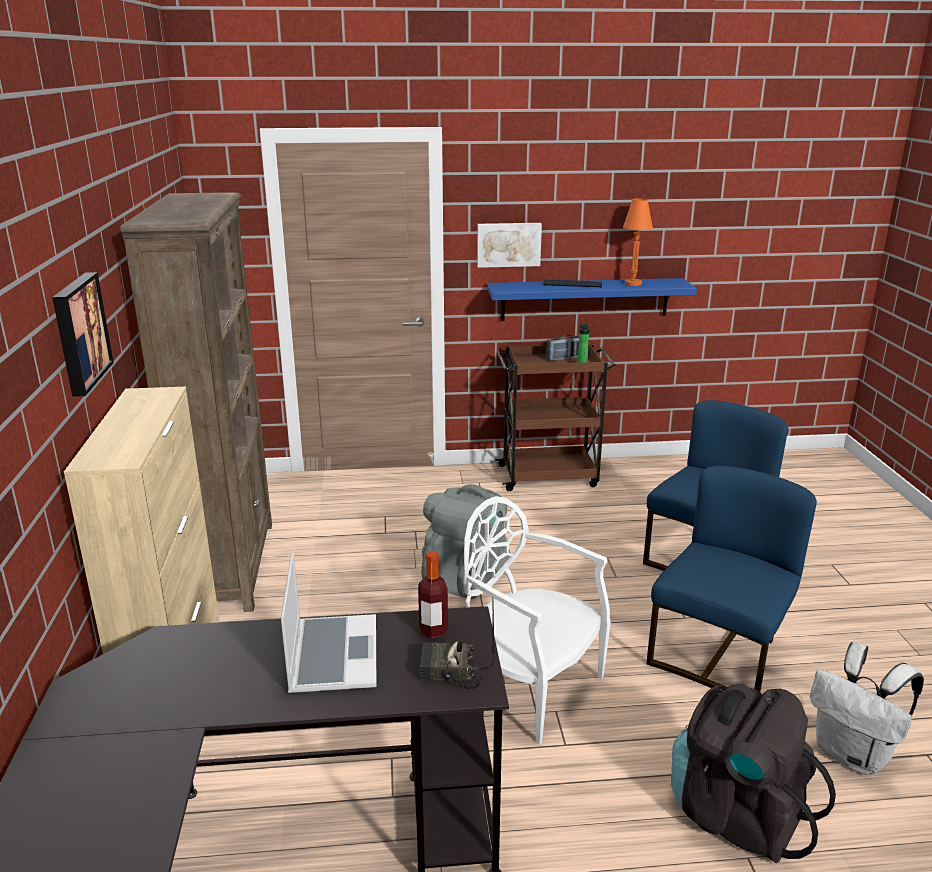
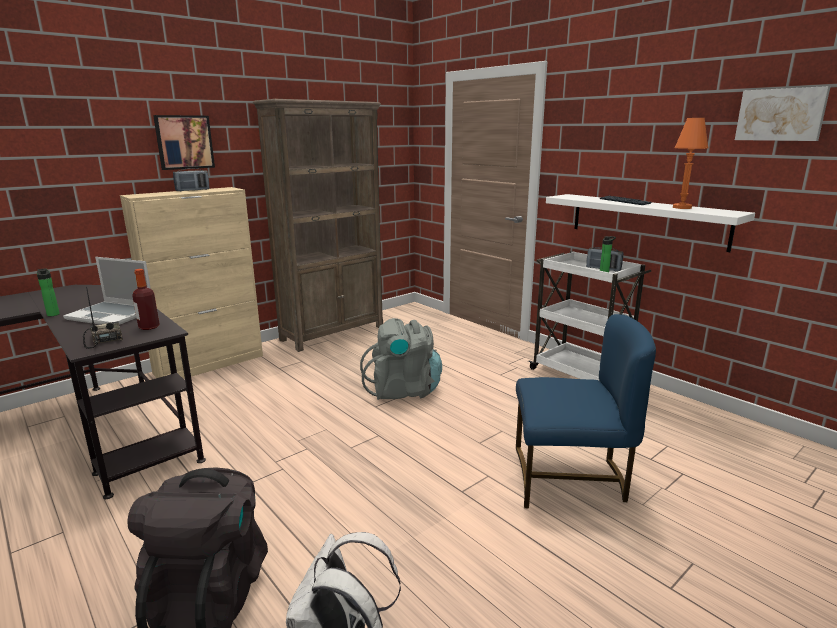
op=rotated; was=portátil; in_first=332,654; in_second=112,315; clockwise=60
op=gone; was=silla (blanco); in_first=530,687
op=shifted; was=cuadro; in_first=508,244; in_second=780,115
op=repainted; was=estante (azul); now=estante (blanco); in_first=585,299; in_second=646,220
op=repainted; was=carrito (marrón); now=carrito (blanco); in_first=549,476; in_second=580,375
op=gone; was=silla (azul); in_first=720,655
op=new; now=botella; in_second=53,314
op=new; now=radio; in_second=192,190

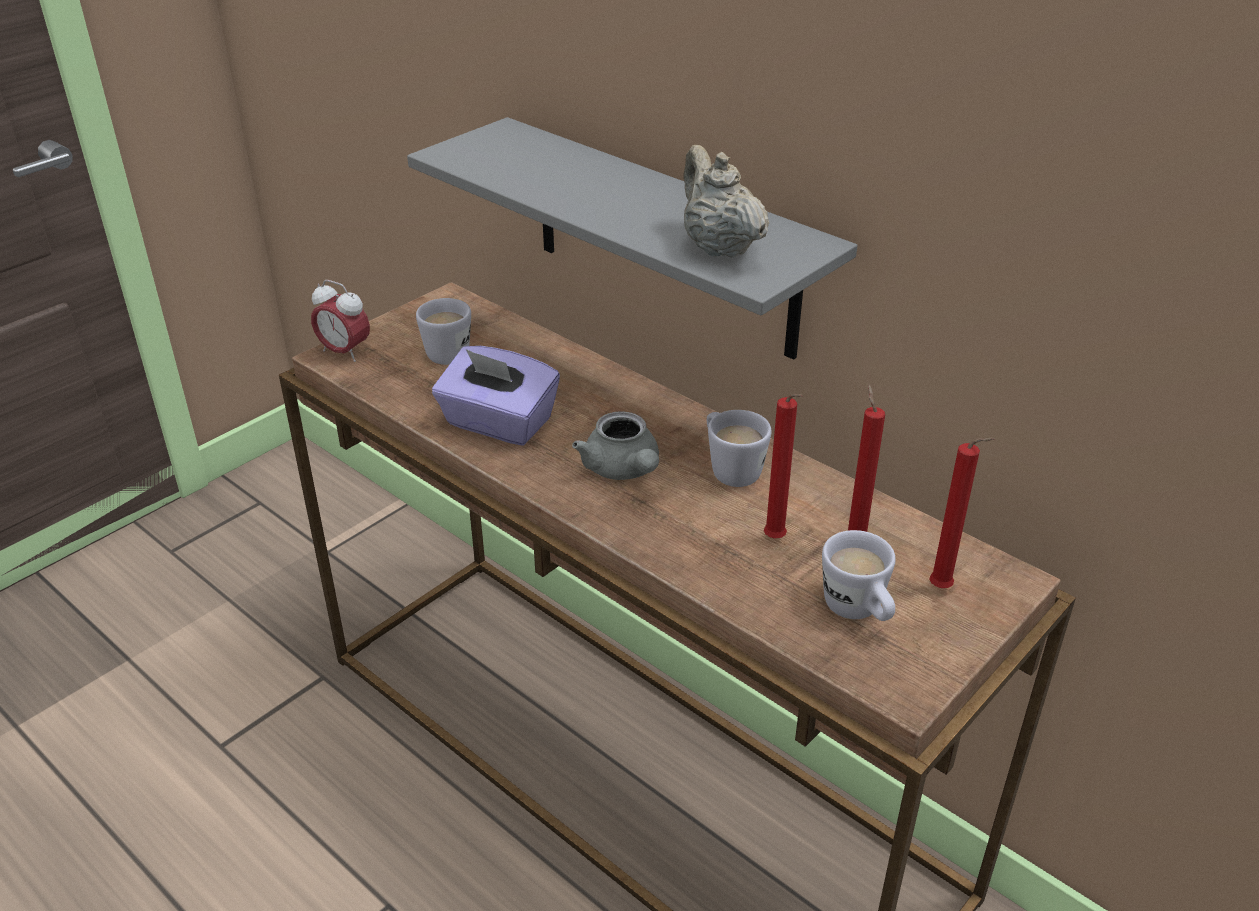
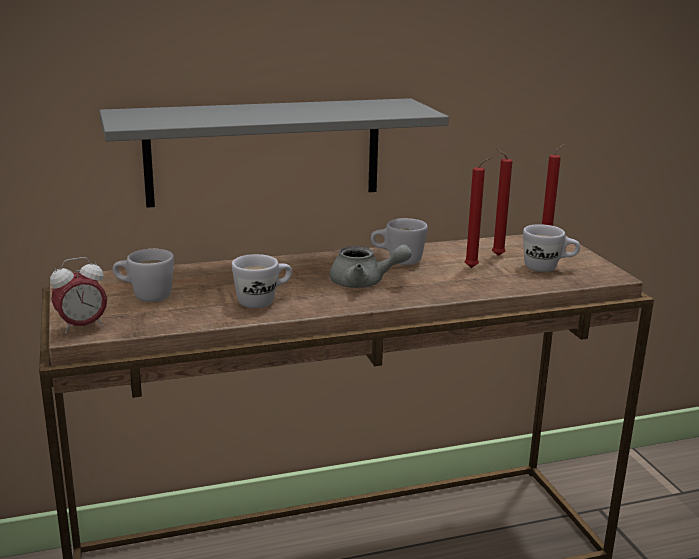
op=swapped; was=caja de pañuelos (morado); now=taza grande (blanco); in_first=498,423; in_second=263,301
op=gone; was=tetera (beis); in_first=718,247

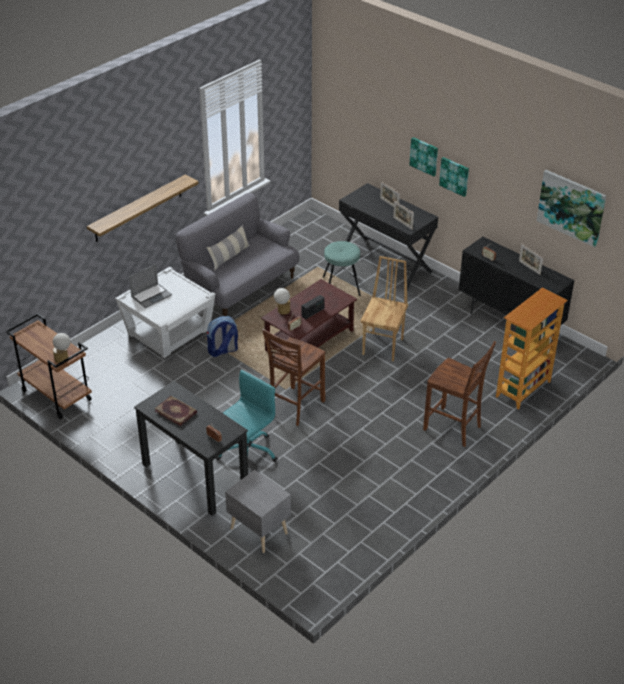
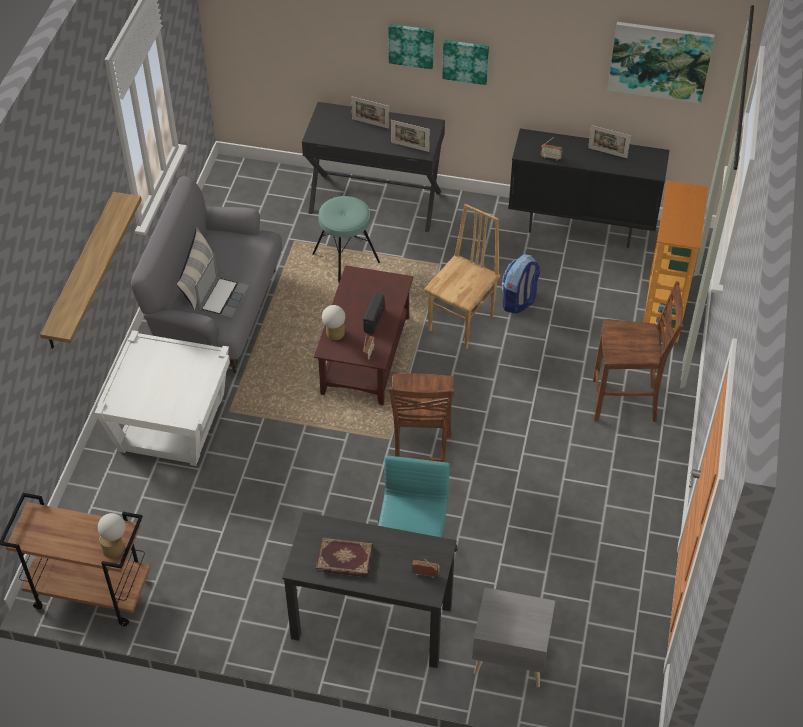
op=shifted; was=portátil; in_first=151,296; in_second=223,298
op=shifted; was=mochila; in_first=223,351; in_second=519,301
op=rotated; was=silla (marrón); in_first=383,346; in_second=462,324; clockwise=45

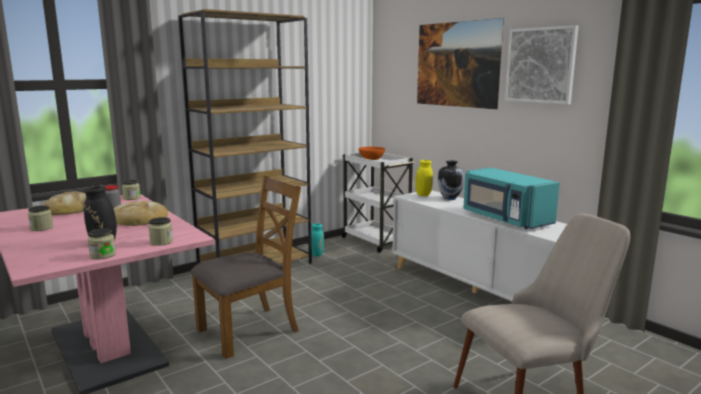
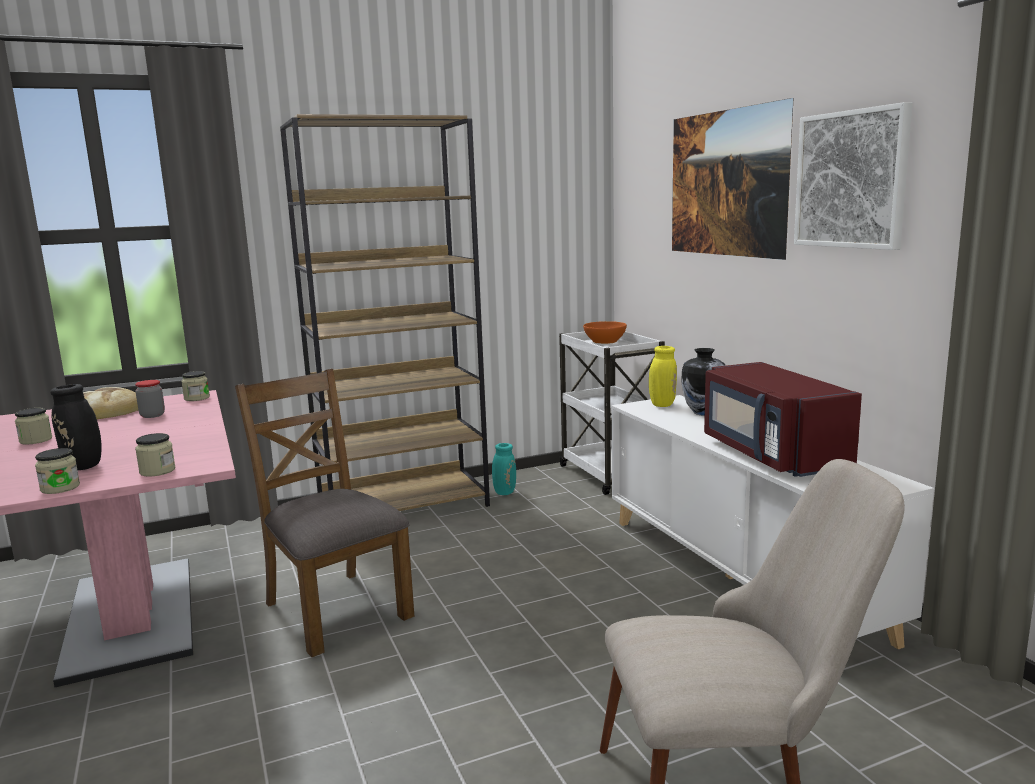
op=gone; was=pan; in_first=139,218
op=rotated; was=silla (marrón); in_first=249,330; in_second=335,609; clockwise=-105
op=repainted; was=microondas (turquesa); now=microondas (rojo); in_first=505,219; in_second=771,455

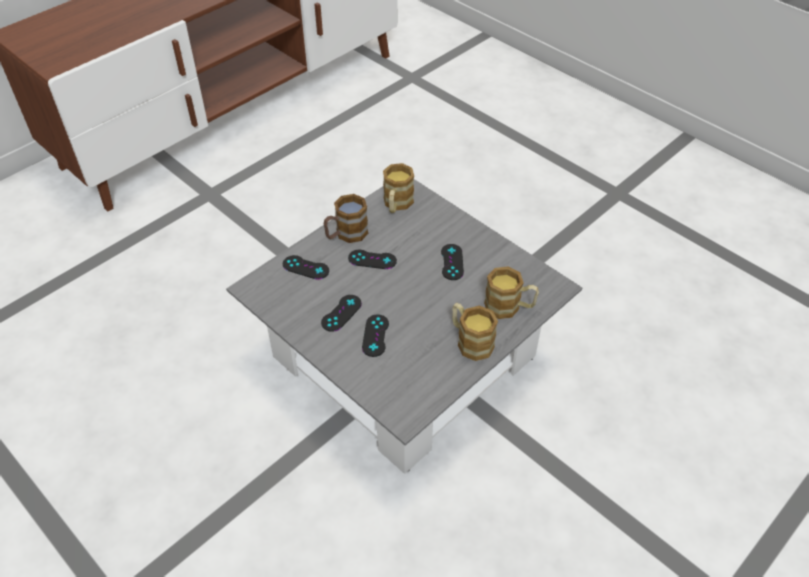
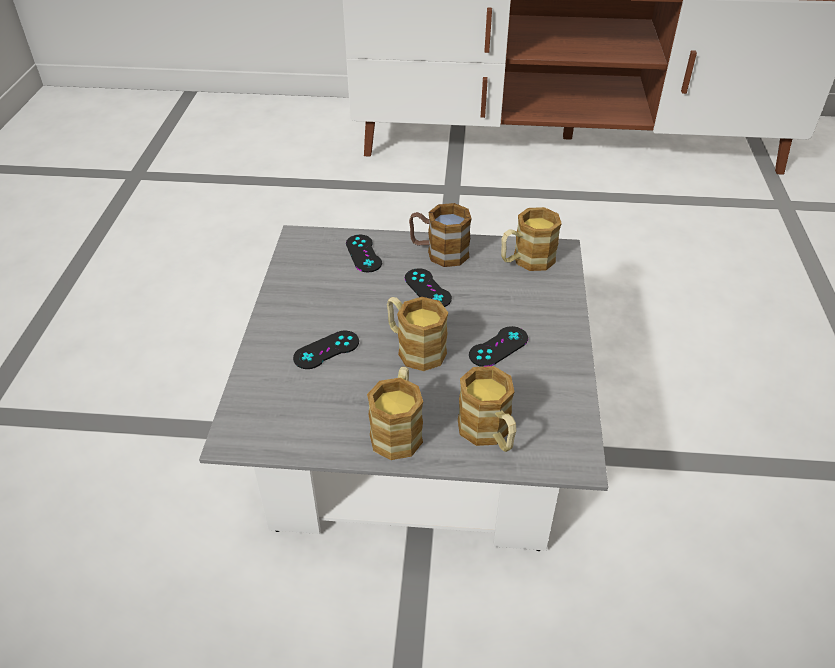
op=gone; was=mando de consola (negro); in_first=341,313
op=new; now=taza grande; in_second=414,348

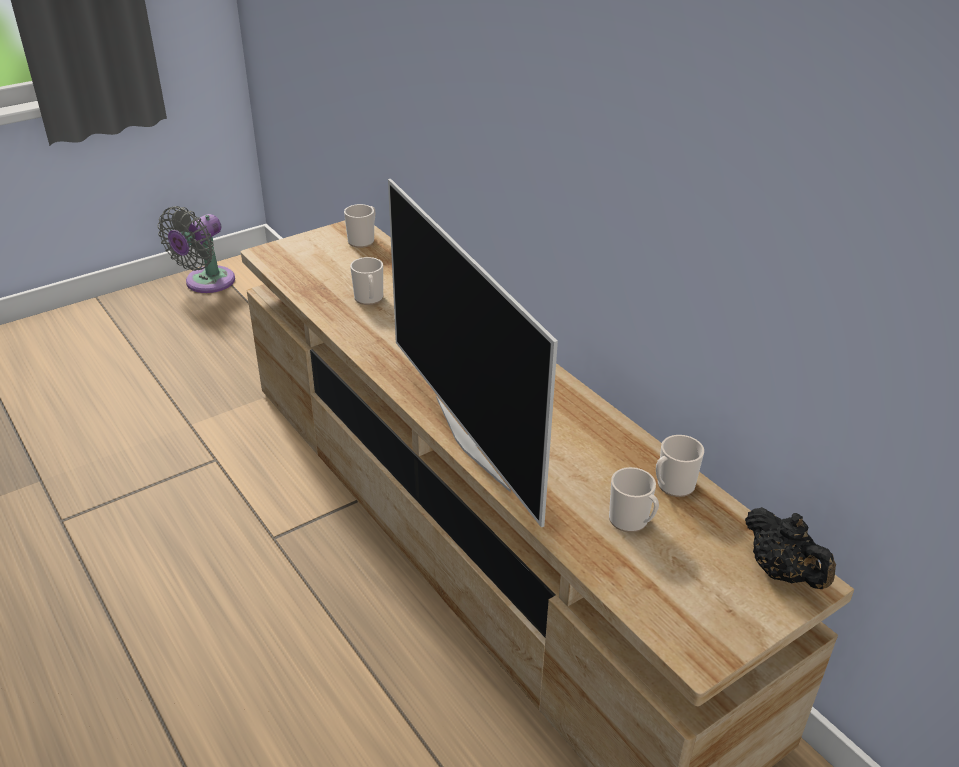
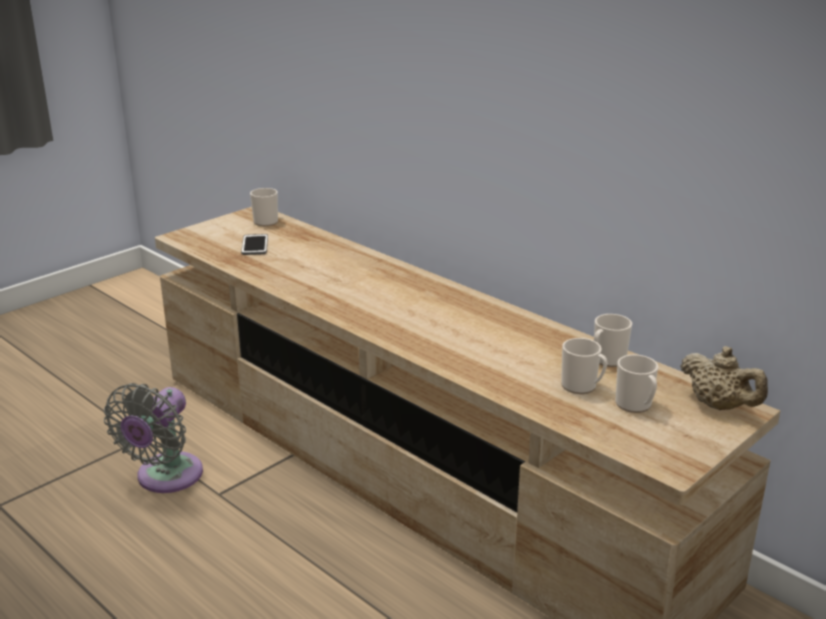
op=shifted; was=ventilador (gris); in_first=206,283; in_second=165,478
op=shifted; was=taza grande; in_first=369,299; in_second=636,405
op=gone; was=televisor; in_first=473,441
op=repainted; was=tetera (negro); now=tetera (beis); in_first=782,572; in_second=719,406
op=new; now=móvil; in_second=255,245

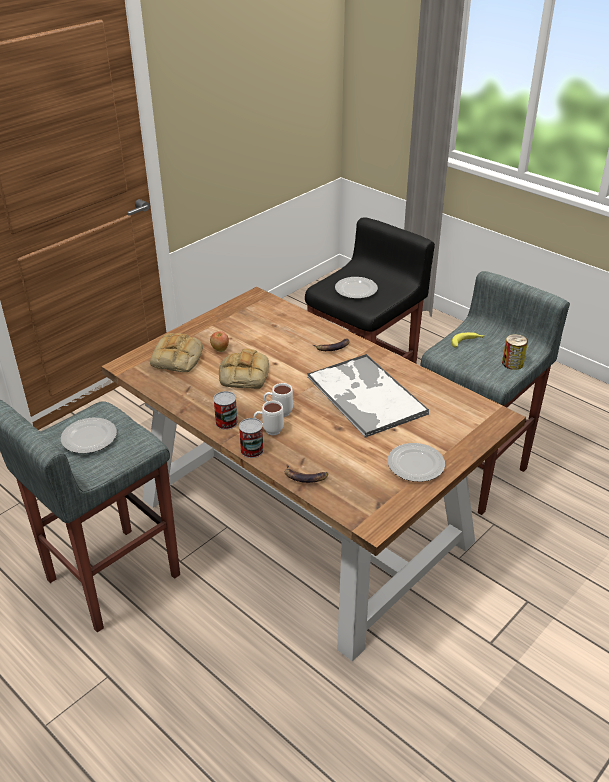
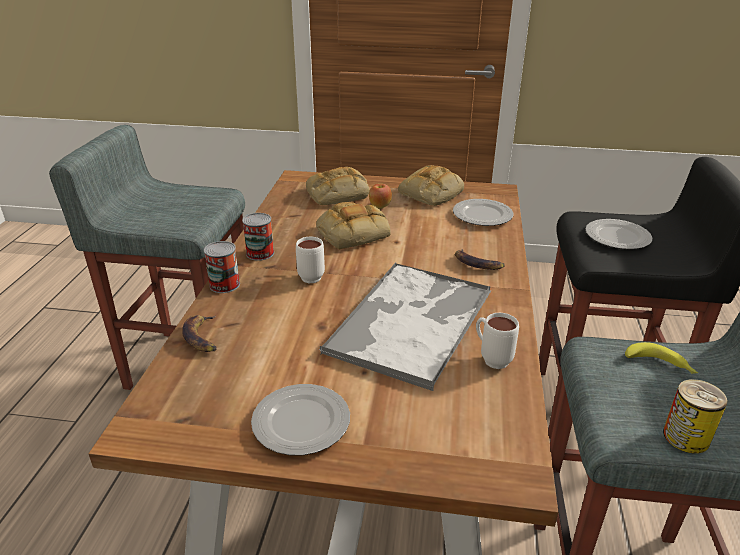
op=shifted; was=plato; in_first=89,437; in_second=483,215
op=shifted; was=taza grande (blanco); in_first=269,431; in_second=491,358
op=new; now=pan; in_second=431,193

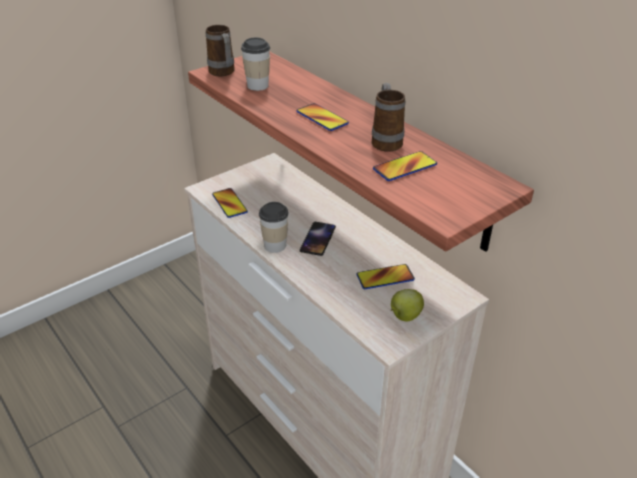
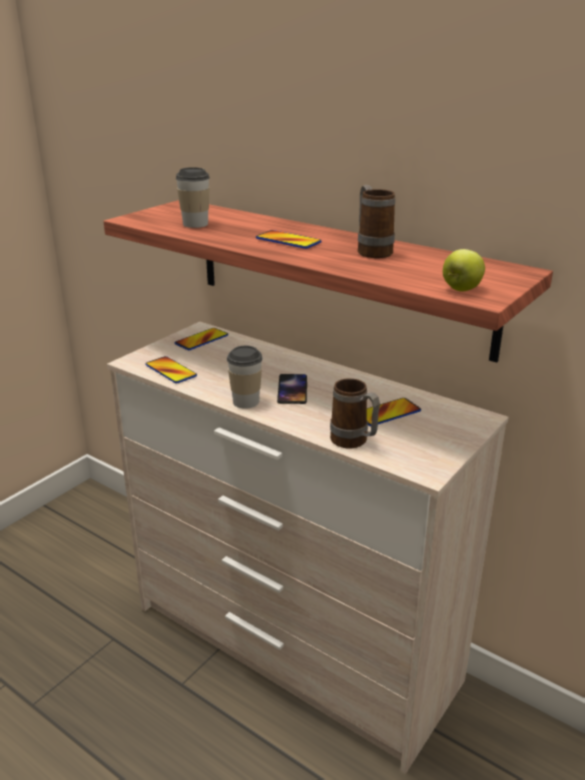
op=shifted; was=taza grande; in_first=223,73; in_second=354,443
op=shifted; was=móvil; in_first=405,167; in_second=201,340
op=shifted; was=manzana; in_first=405,316; in_second=461,289

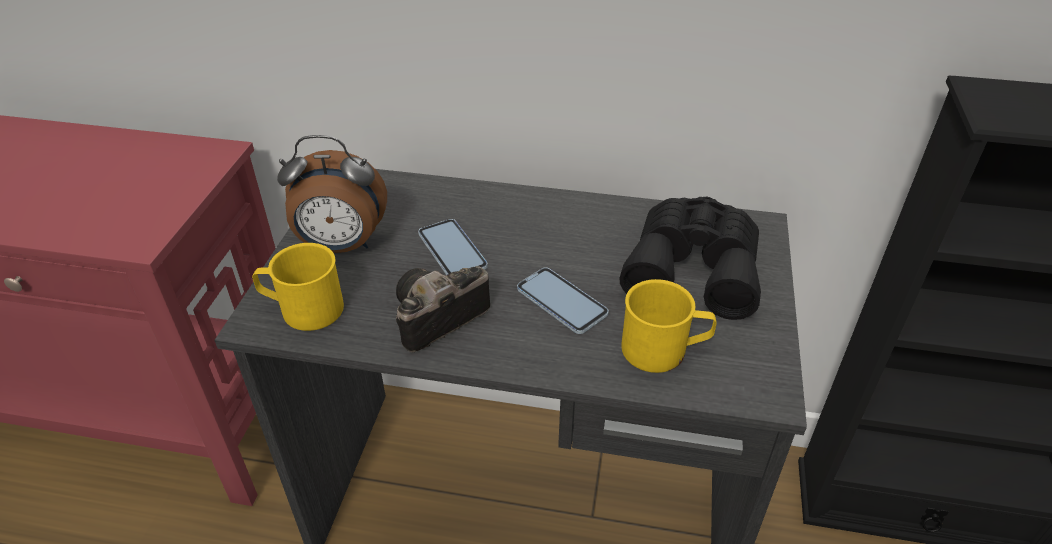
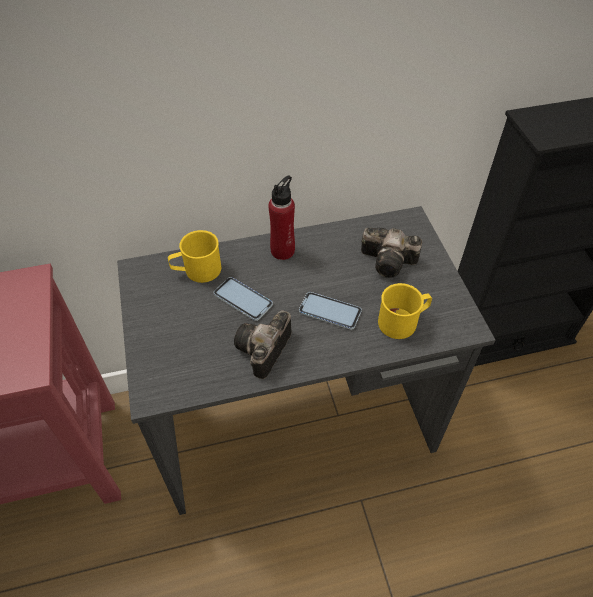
op=shifted; was=taza grande (amarillo); in_first=303,308; in_second=197,270
op=gone; was=despertador; in_first=341,246
op=swapped; was=prismáticos (negro); now=cámara; in_first=693,268; in_second=390,262
op=new; now=botella (rojo); in_second=282,251

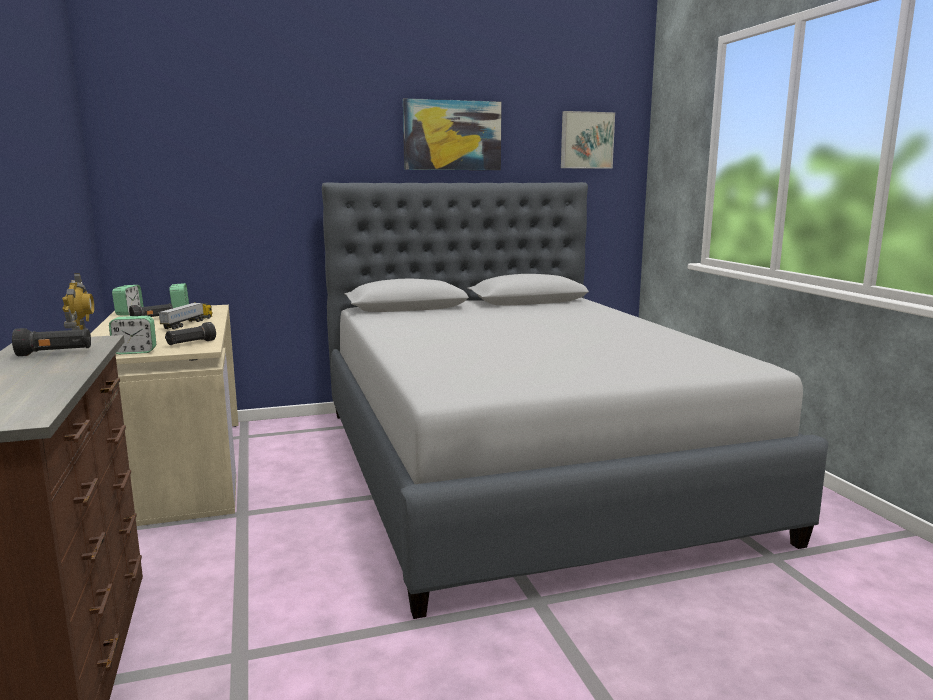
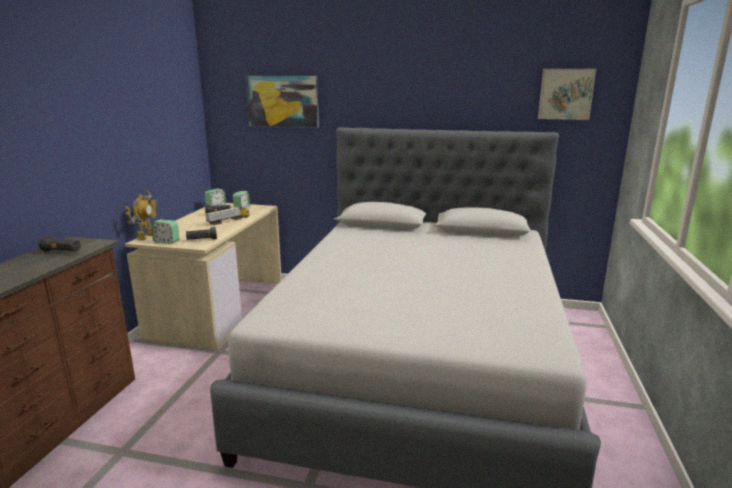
op=shifted; was=cuadro; in_first=452,135; in_second=283,101

